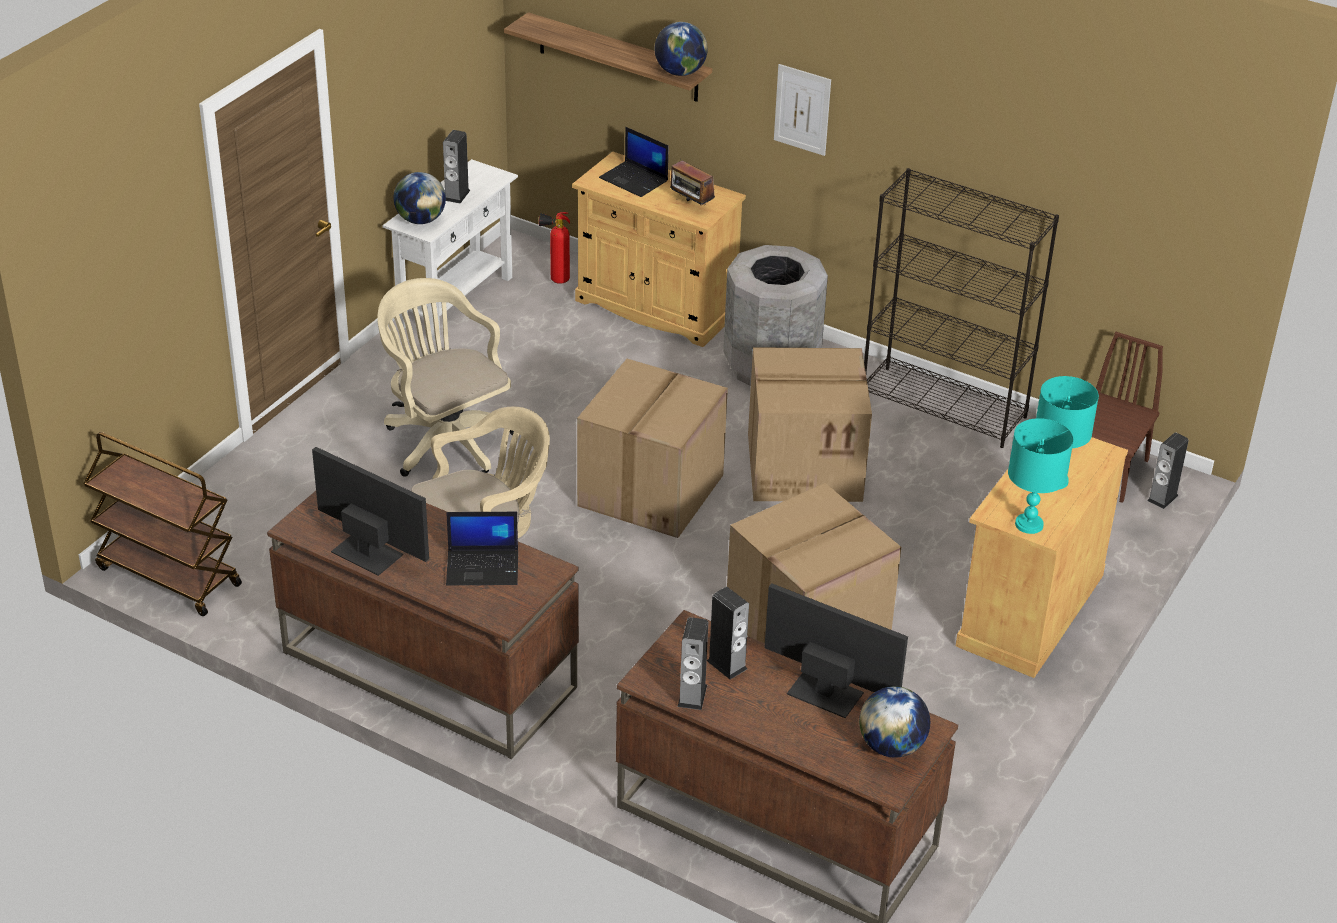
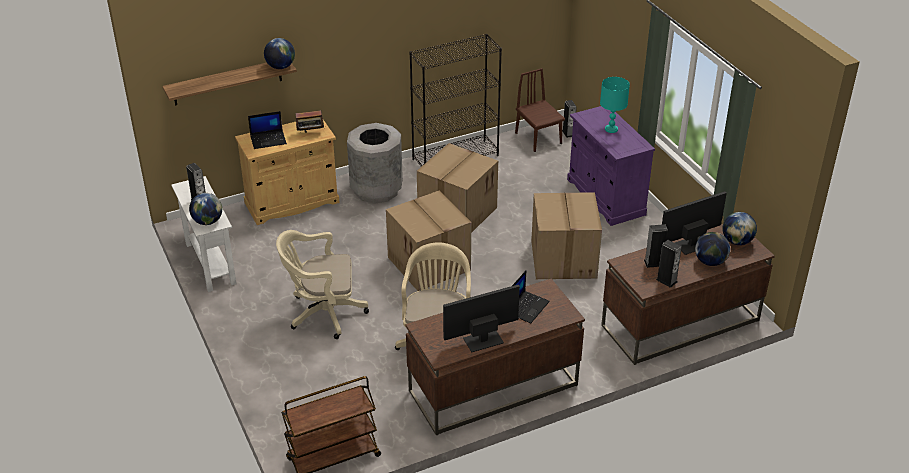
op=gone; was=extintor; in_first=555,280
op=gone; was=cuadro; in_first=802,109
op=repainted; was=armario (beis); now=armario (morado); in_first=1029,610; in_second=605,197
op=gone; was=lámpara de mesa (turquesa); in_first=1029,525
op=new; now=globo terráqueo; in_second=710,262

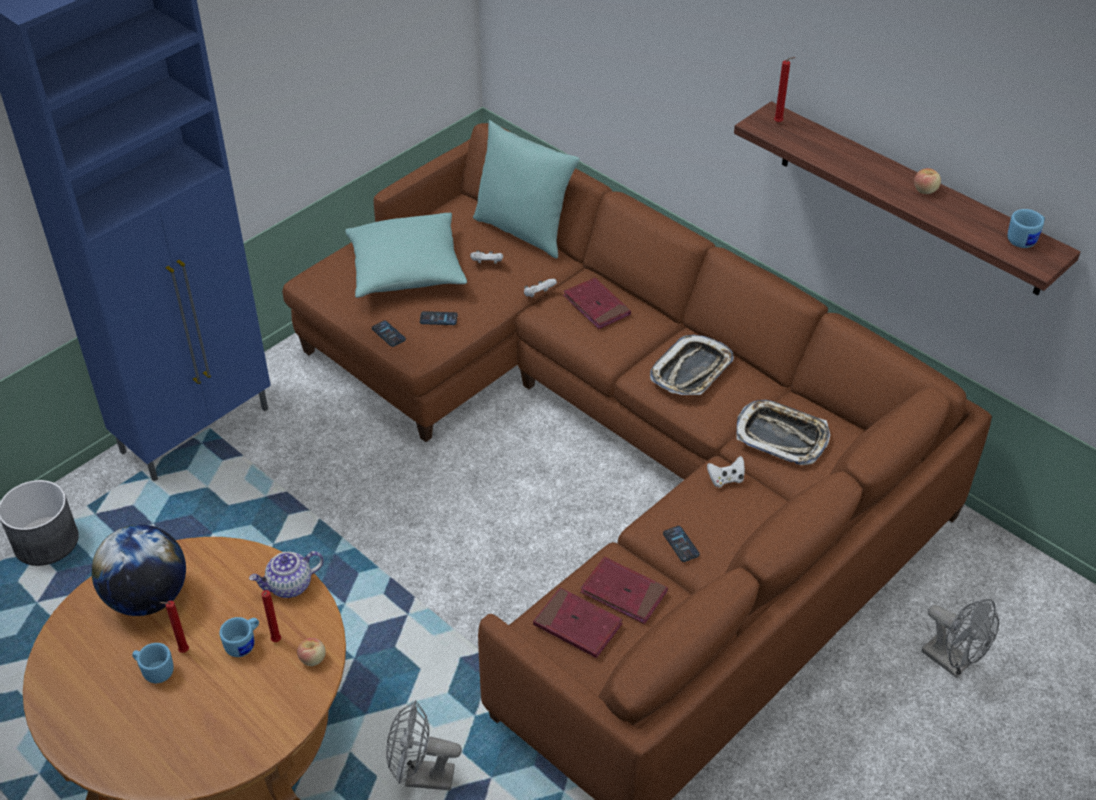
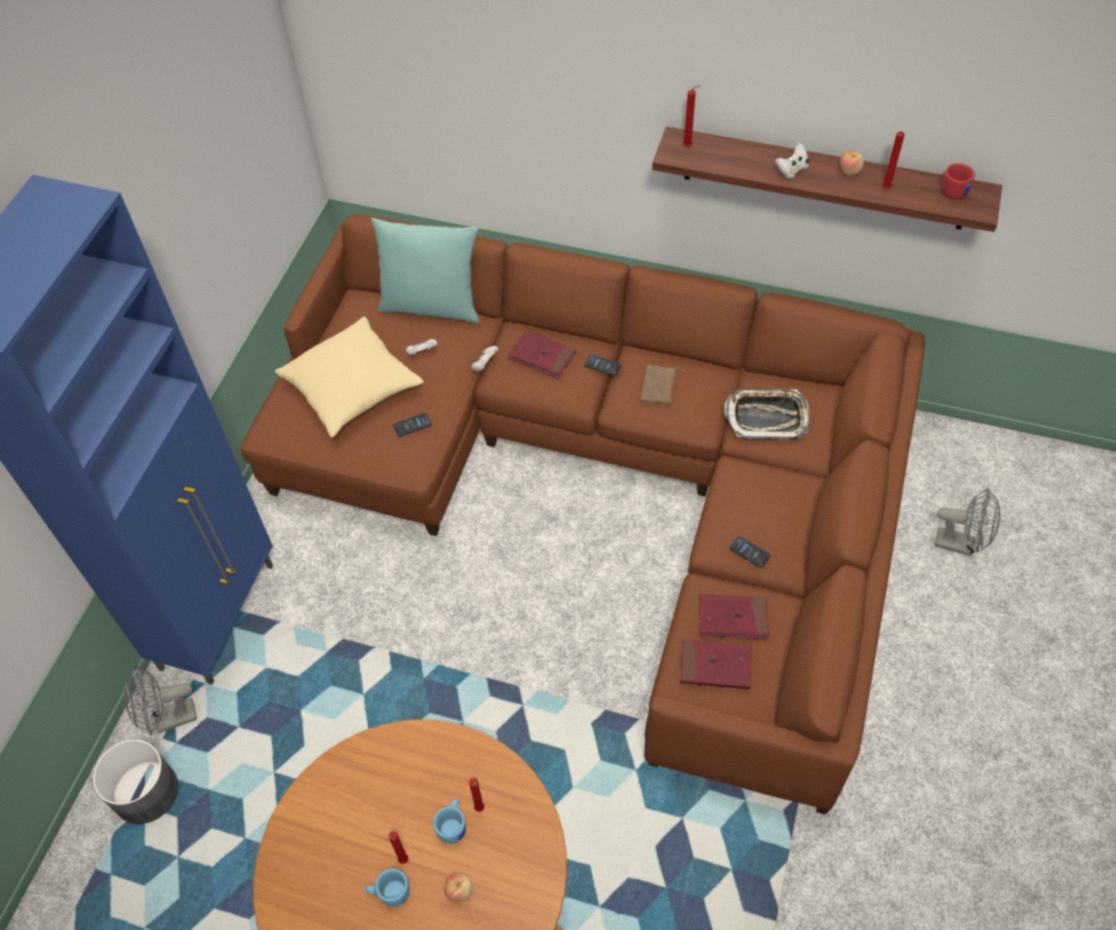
op=gone; was=globo terráqueo; in_first=148,597
op=gone; was=tetera; in_first=289,586
op=shifted; was=manzana; in_first=313,659; in_second=459,891
op=repainted; was=cojín (turquesa); now=cojín (beis); in_first=406,270; in_second=352,388
op=shifted; was=móvil; in_first=388,334; in_second=602,365
op=shifted; was=ventilador (gris); in_first=421,777; in_second=169,720
op=swapped; was=bandeja; now=libro (marrón); in_first=692,371; in_second=660,387
op=shifted; was=mando de consola (blanco); in_first=726,479; in_second=792,170
op=repainted; was=taza grande (azul); now=taza grande (rojo); in_first=1025,239; in_second=955,190
op=new; now=vela (rojo); in_second=885,189

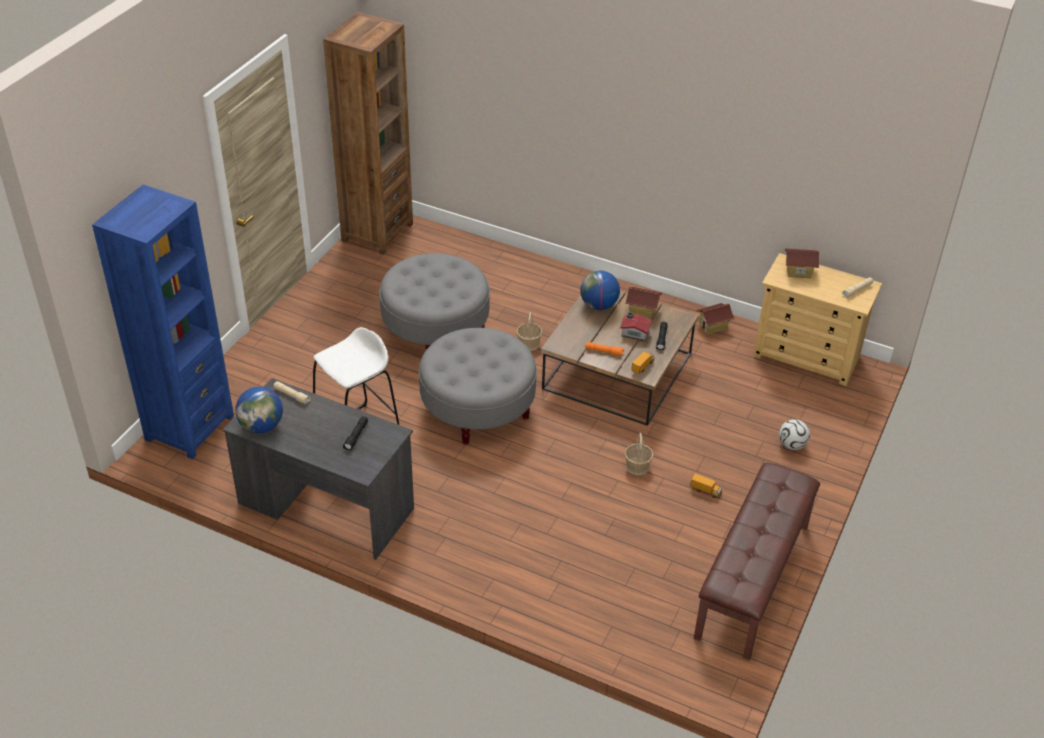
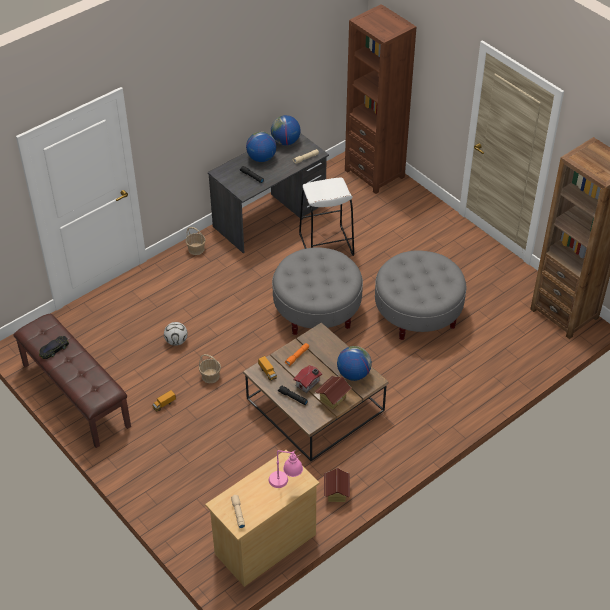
op=repainted; was=estantería (azul); now=estantería (marrón); in_first=189,427; in_second=374,173
op=shifted; was=cesta; in_first=529,344; in_second=196,249
op=shifted; was=balón de fútbol; in_first=792,445; in_second=176,341
op=swapped; was=casita; now=lámpara de mesa (rosa); in_first=798,271; in_second=286,483
op=new; now=coche de juguete (negro); in_second=54,349
op=new; now=globo terráqueo; in_second=261,158

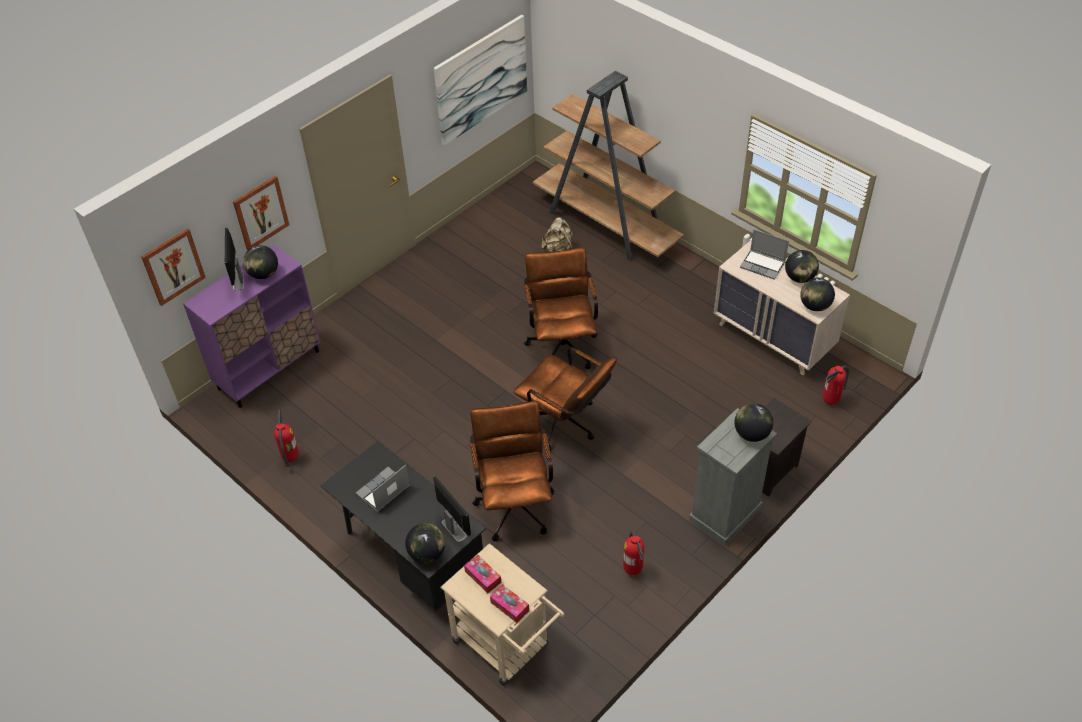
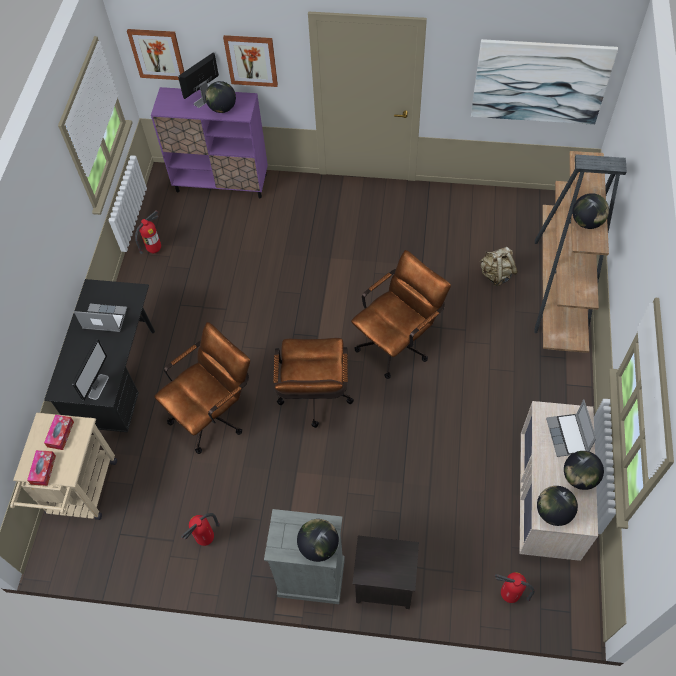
op=shifted; was=globo terráqueo; in_first=427,553; in_second=586,222

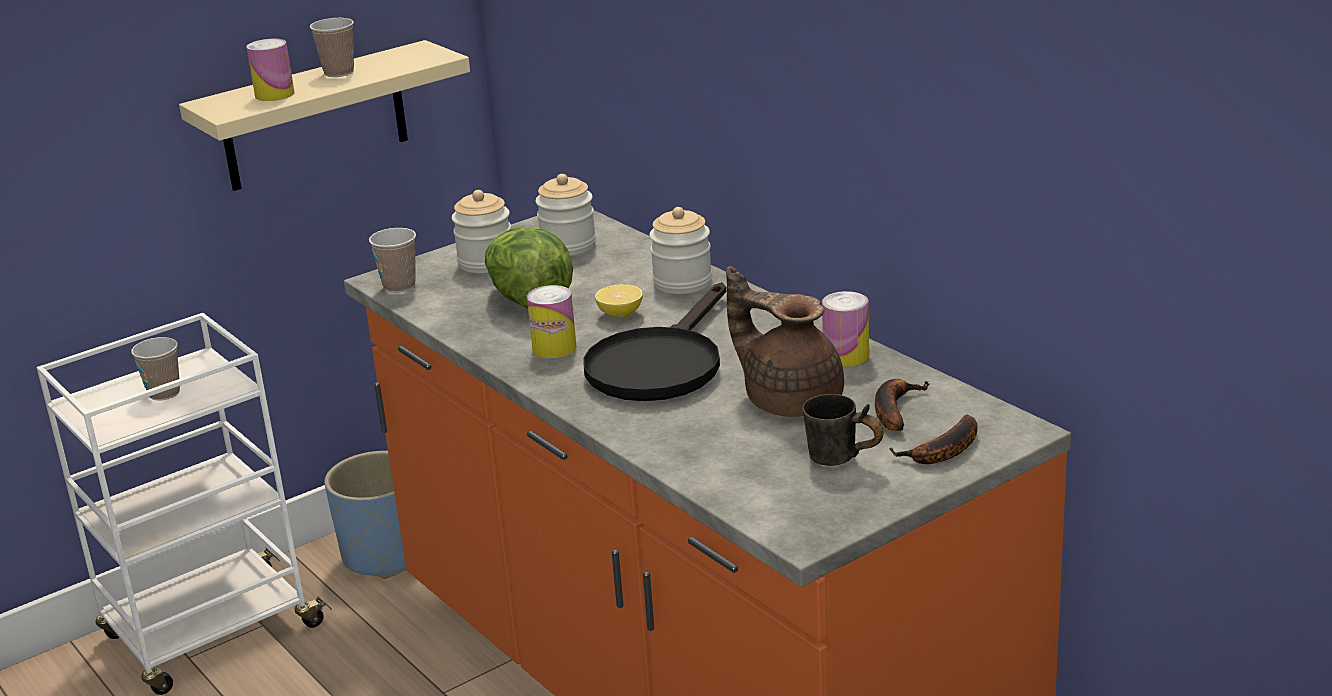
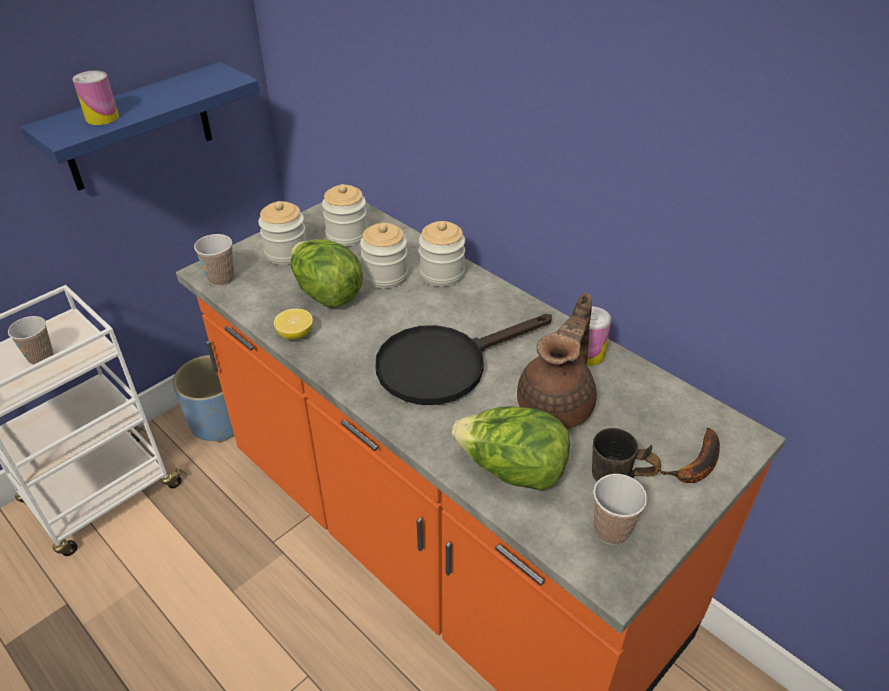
op=repainted; was=estante (beis); now=estante (azul); in_first=314,117; in_second=137,128
op=shifted; was=taza; in_first=339,72; in_second=611,530
op=gone; was=lata; in_first=554,348
op=rotated; was=sartén (negro); in_first=660,363; in_second=444,364; clockwise=45
op=shifted; was=limón; in_first=620,315; in_second=295,334
op=rotated; was=tetera (marrón); in_first=790,399; in_second=557,405; clockwise=90
op=gone; was=plátano; in_first=893,409
op=new; now=tarro; in_second=385,276
op=new; now=lechuga; in_second=511,471

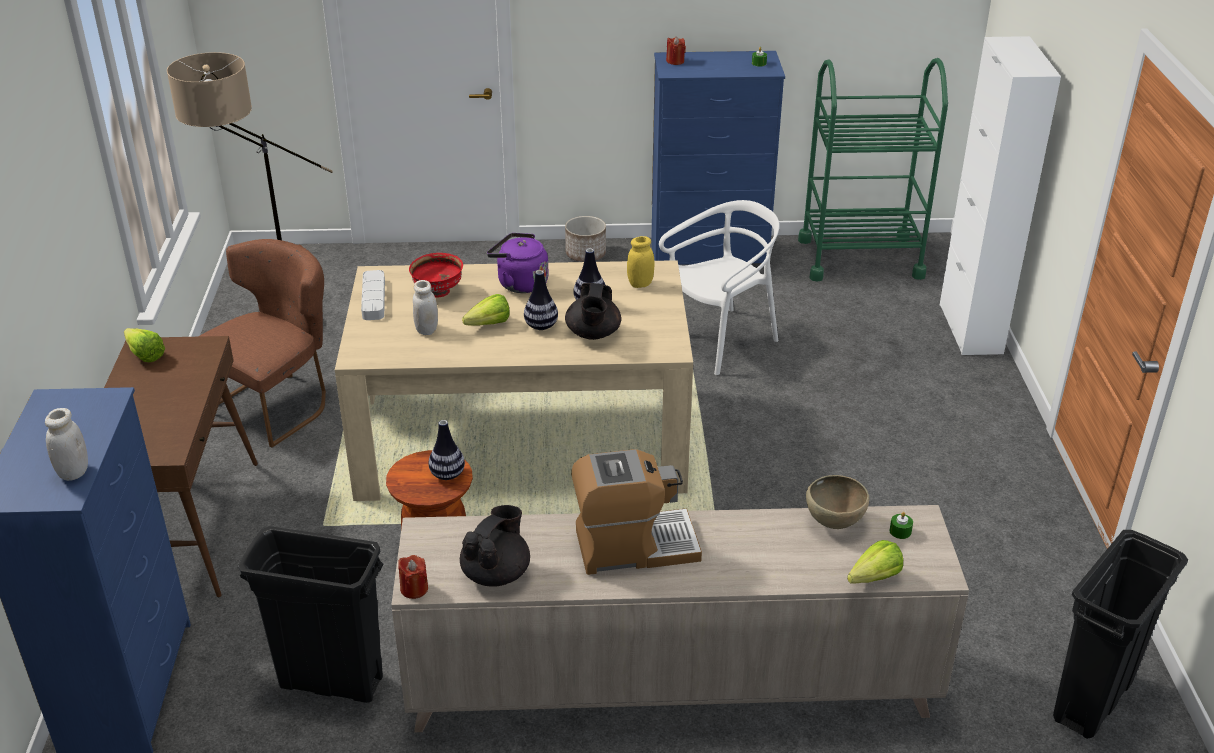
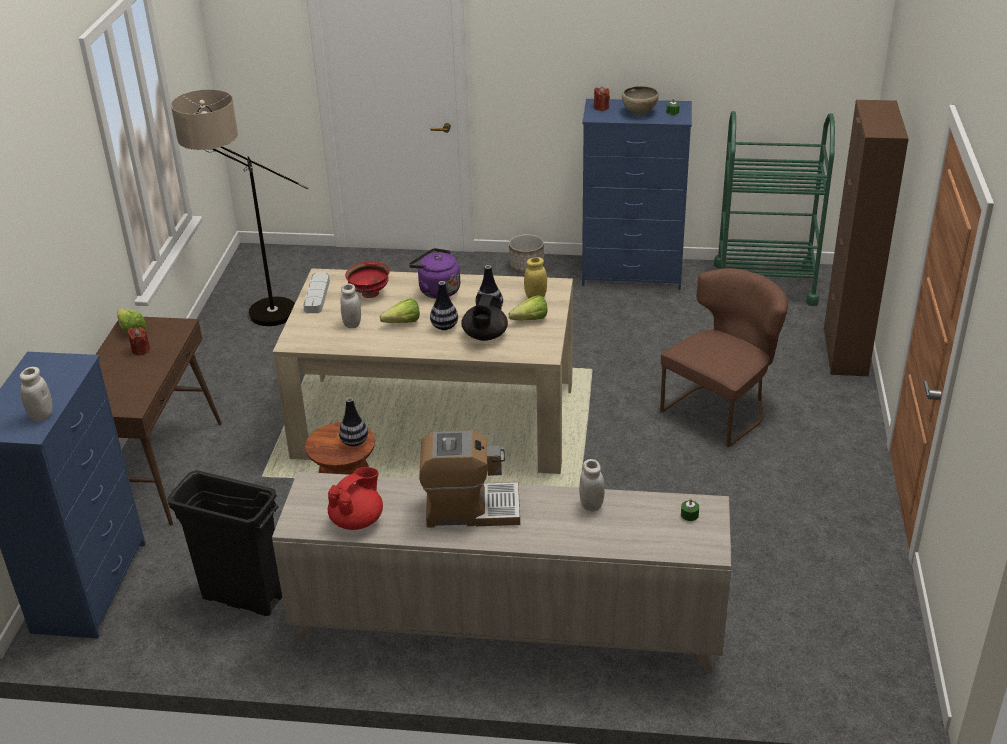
op=shifted; was=silla (marrón); in_first=277,403; in_second=721,409
op=shifted; was=vela (rojo); in_first=414,589; in_second=141,350
op=repainted; was=tetera (negro); now=tetera (rojo); in_first=496,573; in_second=357,520
op=gone; was=silla (blanco); in_first=719,340
op=shifted; was=cuenco (marrón); in_first=834,522; in_second=639,113
op=shifted; was=lechuga; in_first=869,579; in_second=526,320
op=repainted; was=armario (blanco); now=armario (marrón); in_first=970,328; in_second=845,352
op=gone; was=papelera (negro); in_first=1092,702
op=new; now=tarro (blanco); in_second=591,505

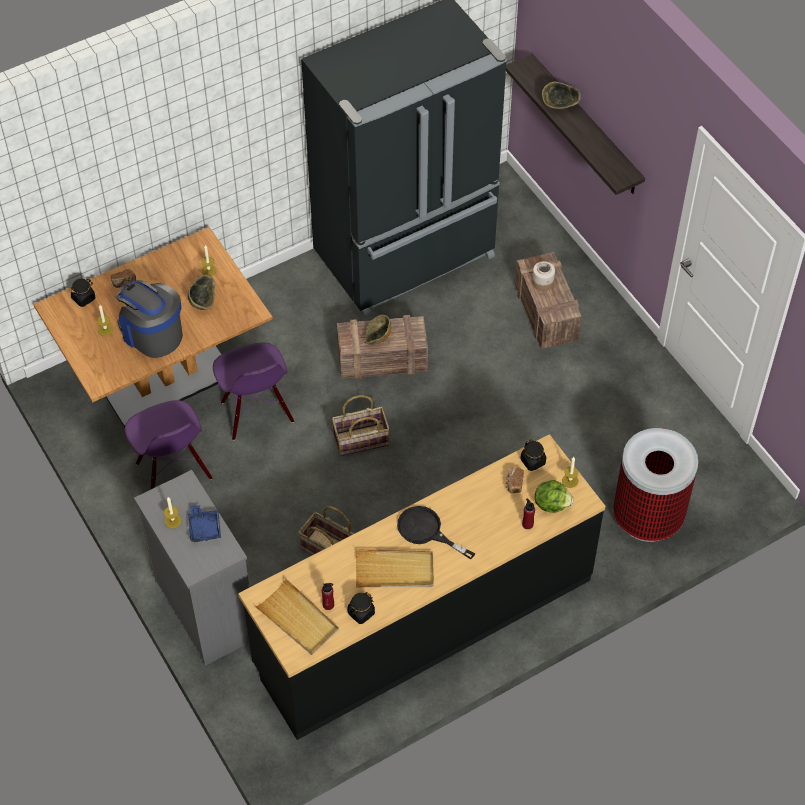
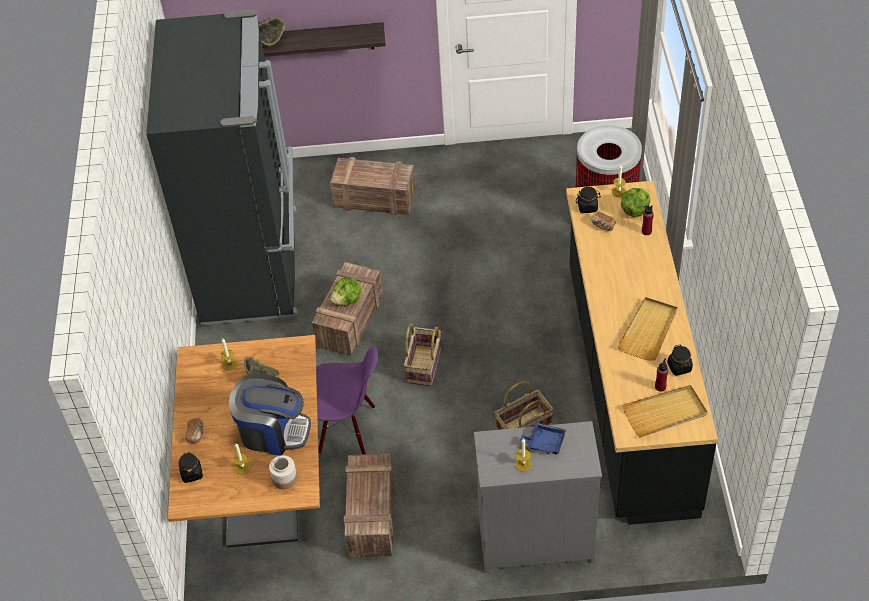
op=rotated; was=cafetera; in_first=152,333; in_second=273,431; clockwise=-150
op=swapped; was=silla (morado); now=caja de embalaje; in_first=172,472; in_second=371,518
op=swapped; was=cuenco; now=lechuga; in_first=377,338; in_second=347,300
op=gone; was=sartén (negro); in_first=426,531
op=shifted; was=tarro; in_first=543,282; in_second=285,478

